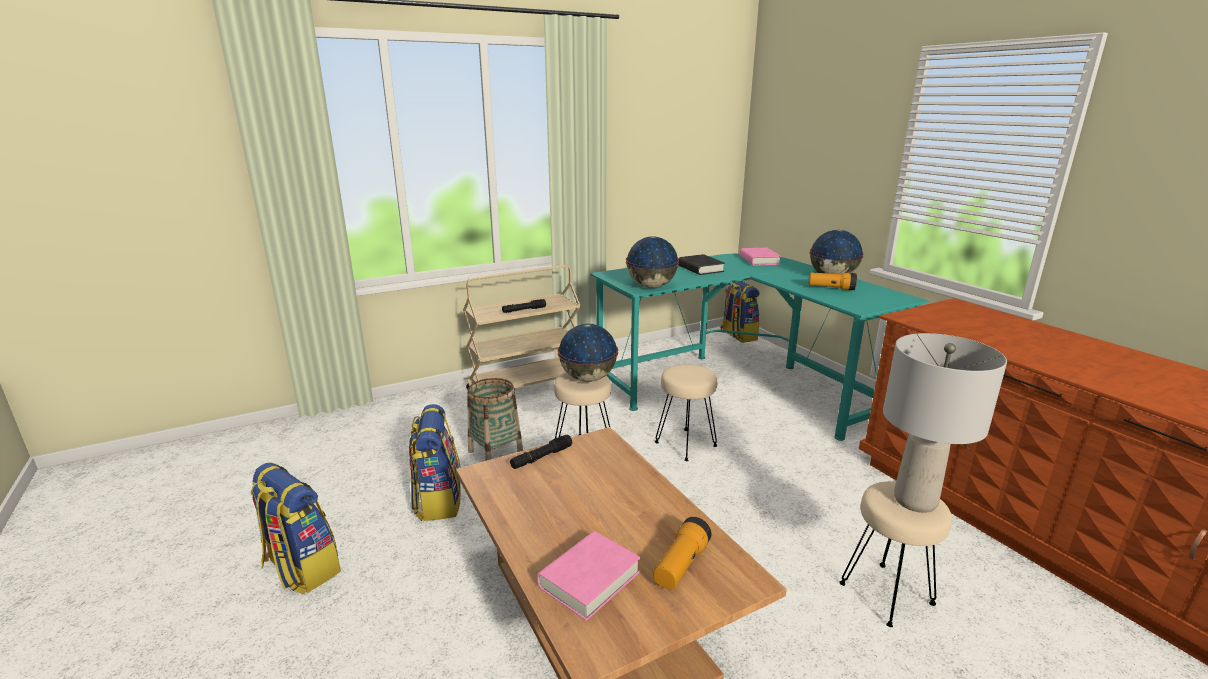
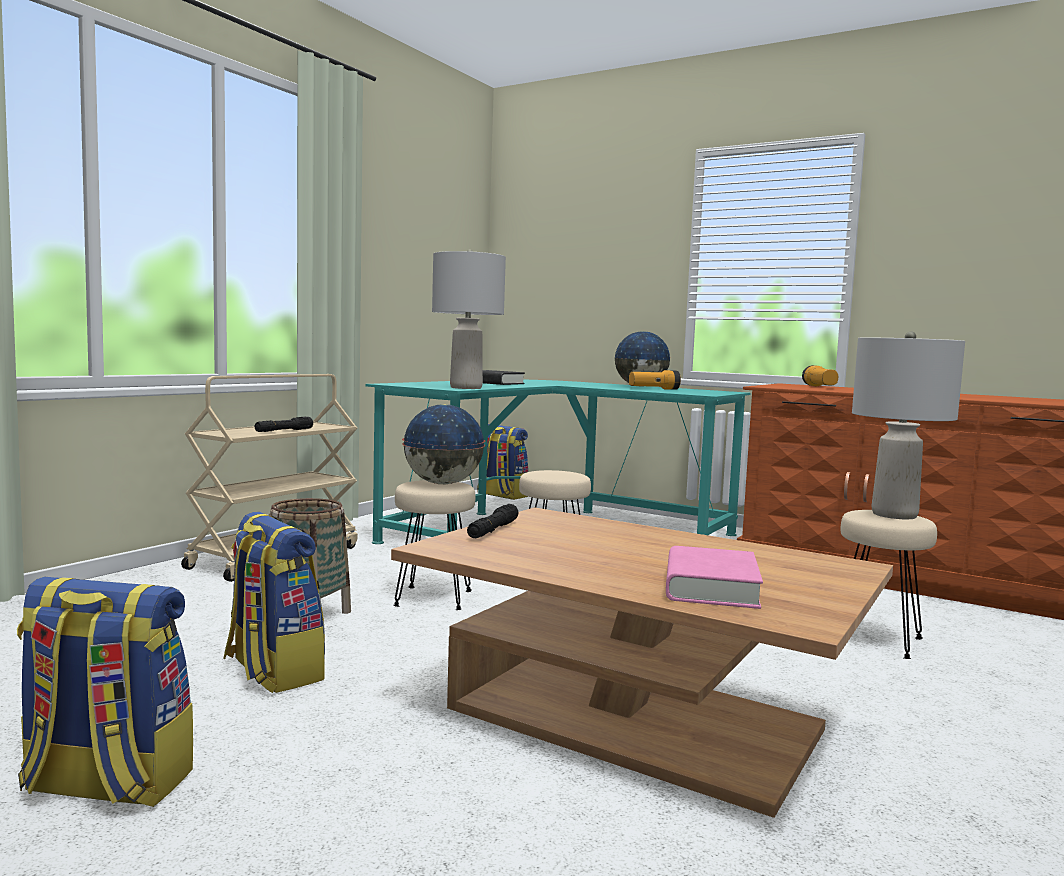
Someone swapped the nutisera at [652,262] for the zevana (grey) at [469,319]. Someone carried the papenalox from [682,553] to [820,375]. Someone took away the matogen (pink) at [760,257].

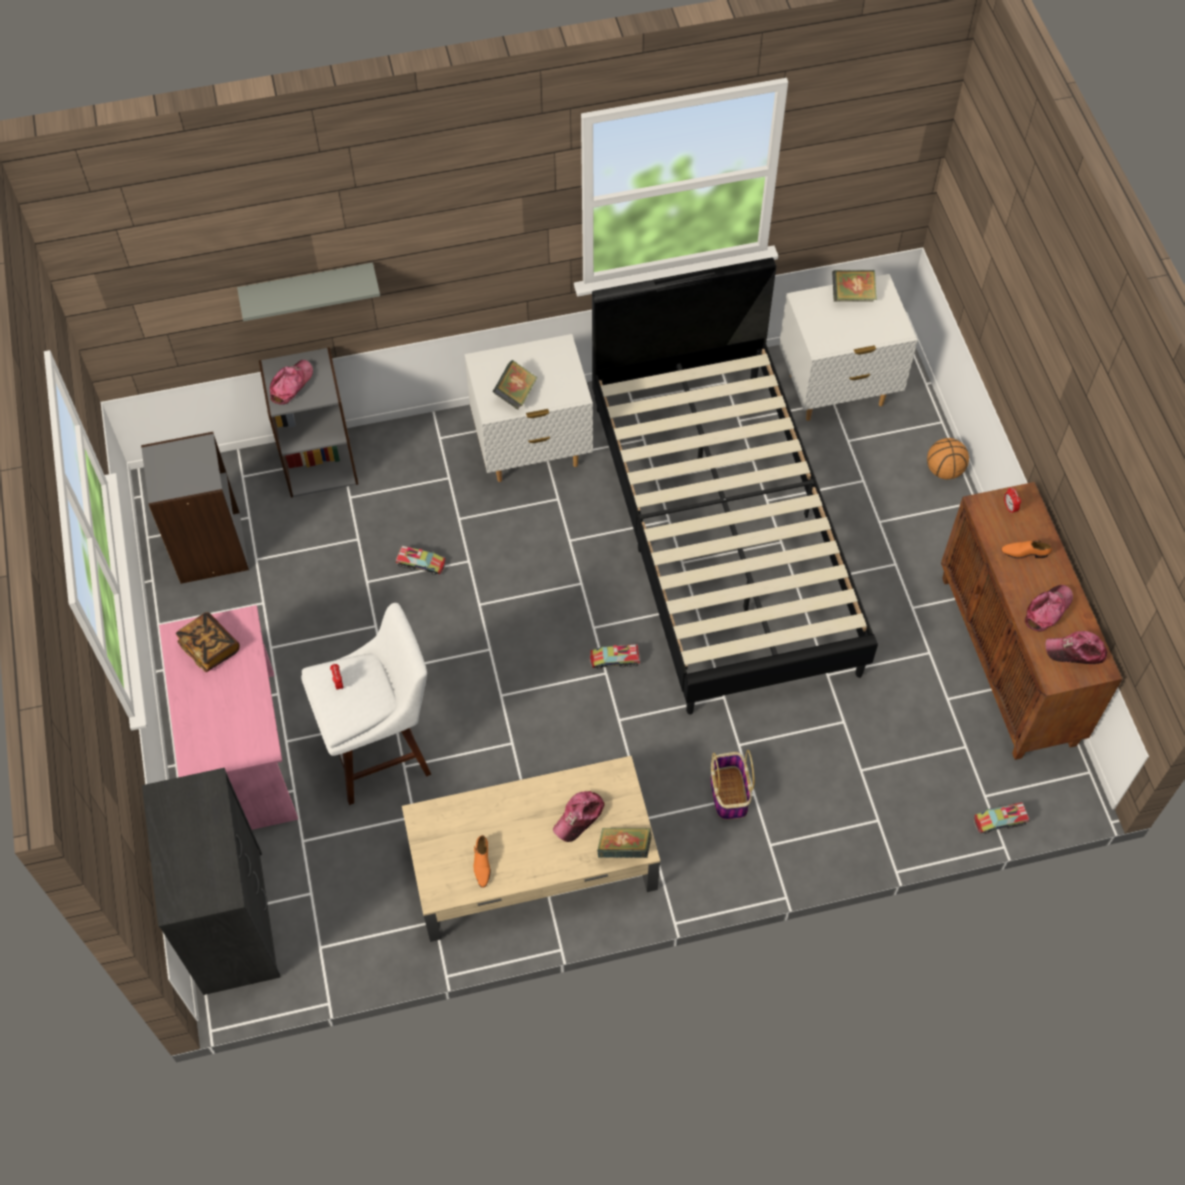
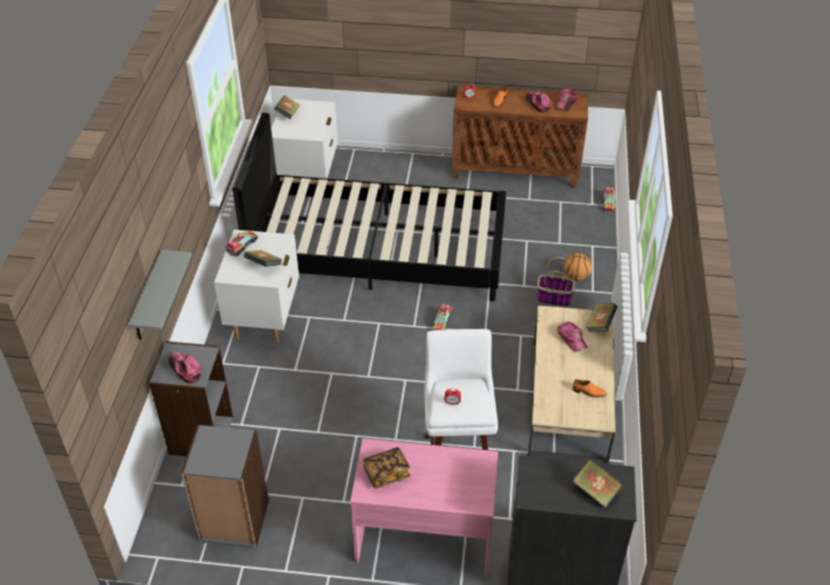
Someone carried the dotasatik from [420,560] to [242,243]. Someone carried the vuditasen from [948,458] to [578,267]. Someone put down the matogen at [597,483].

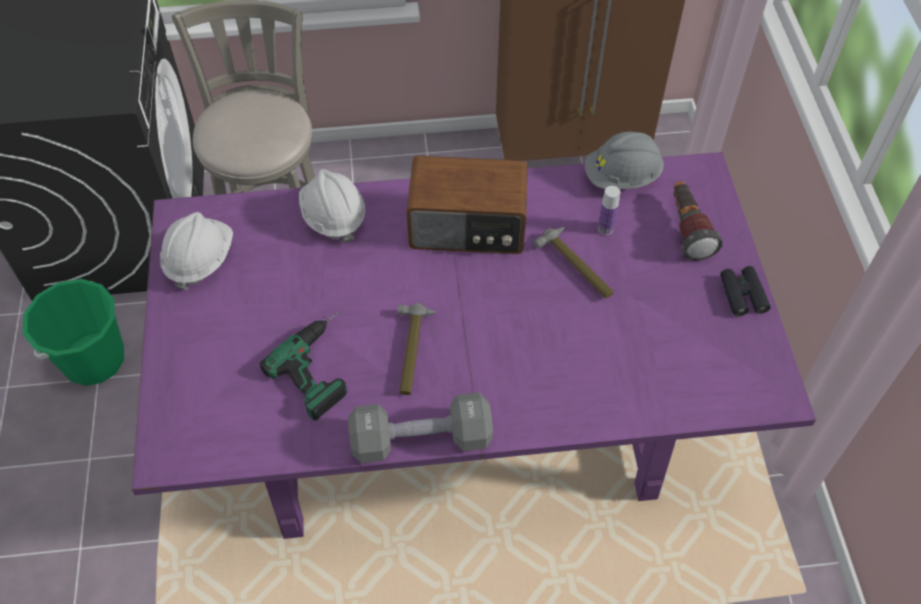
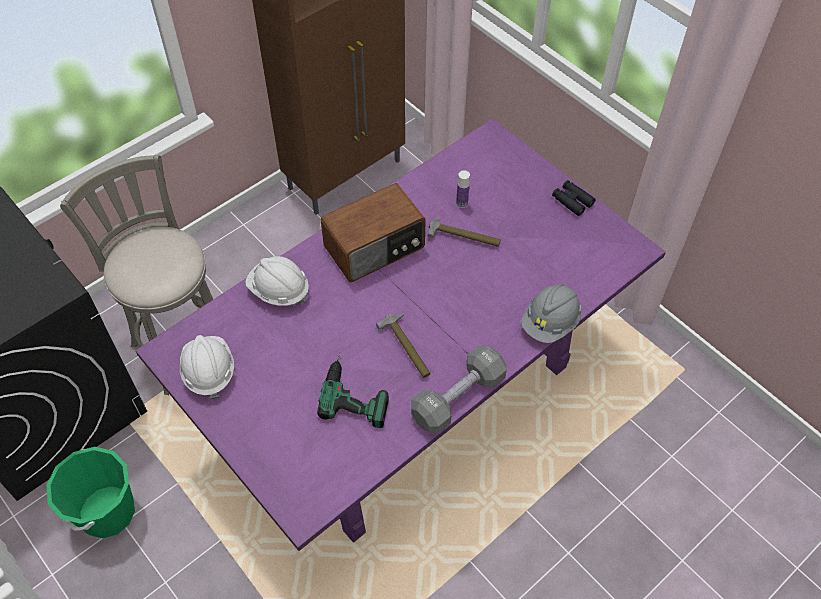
Someone carried the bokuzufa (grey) from [624,160] to [551,313]. Someone took away the papenalox at [698,221].

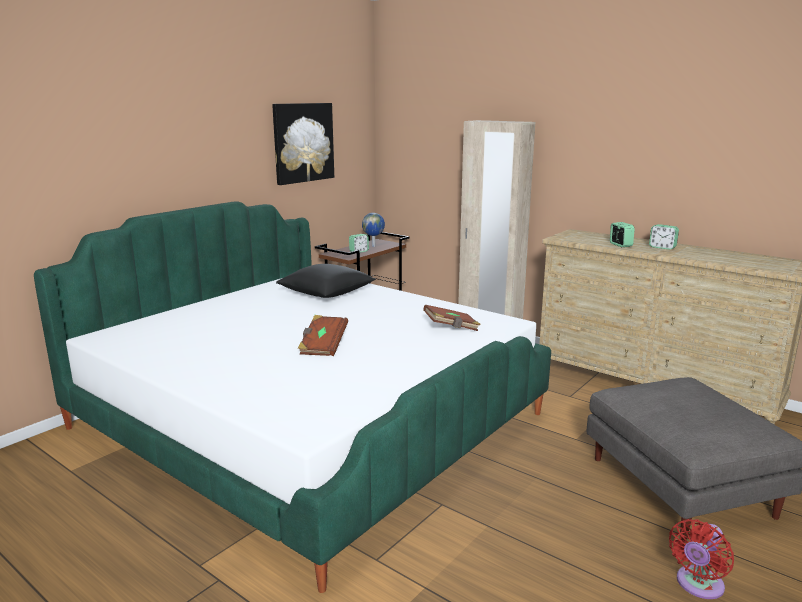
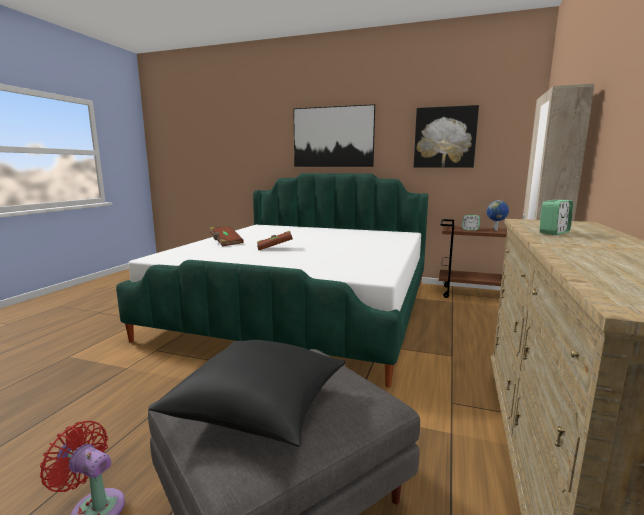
Someone carried the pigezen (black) from [326,281] to [247,393]. Someone carried the matogen (brown) from [452,318] to [227,236]. Someone put up the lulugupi at [334,135]. Someone took away the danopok at [664,237].

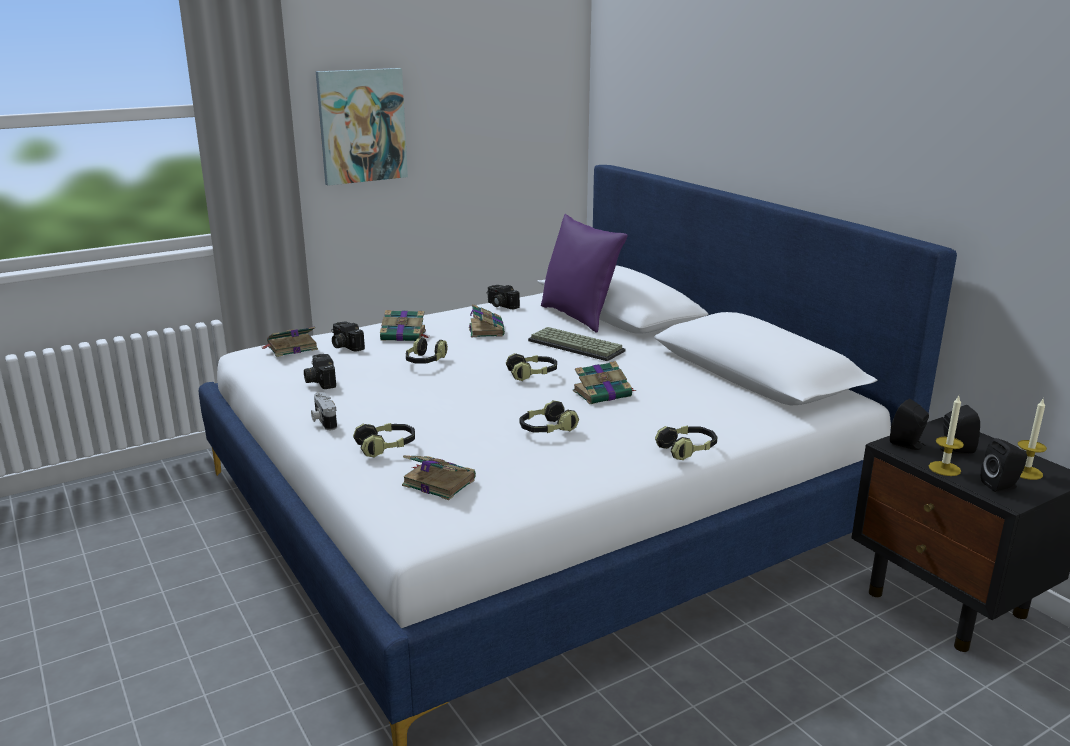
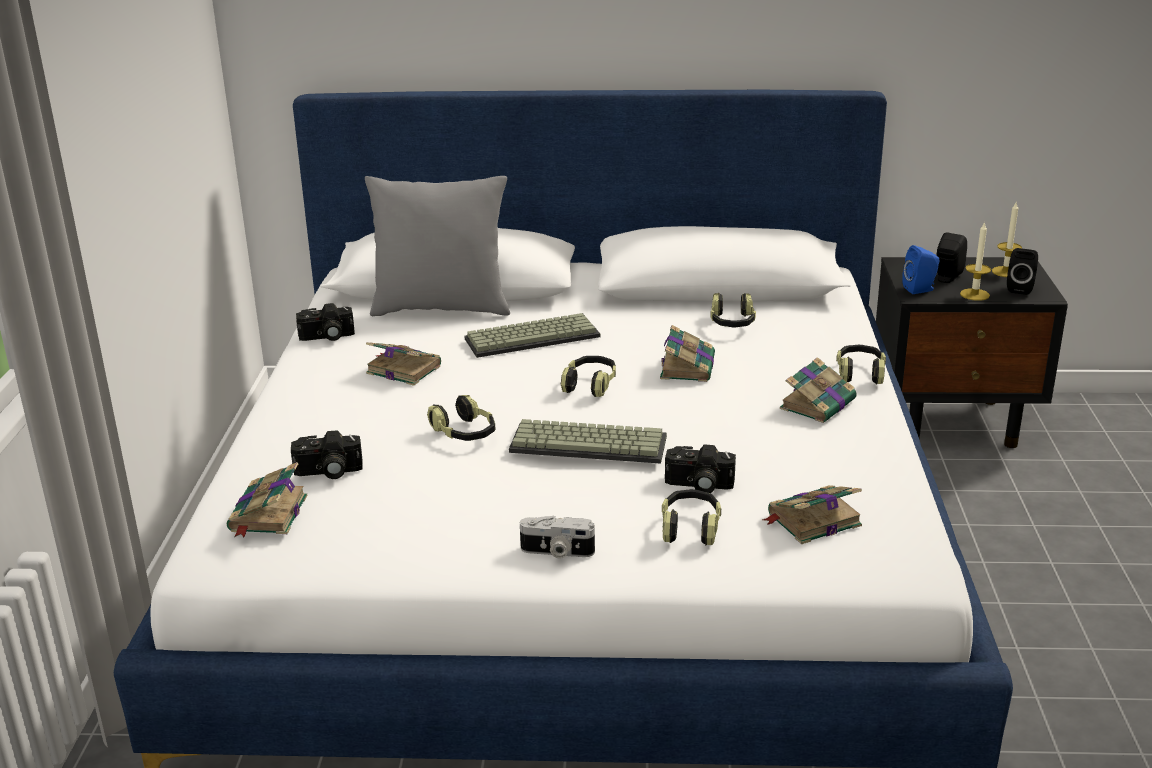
Someone repainted the pigezen (purple) at [584,273], which became the pigezen (grey) at [437,246]. Someone put down the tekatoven at [588,441]. Someone carried the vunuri from [320,371] to [700,468]. Someone carried the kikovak from [549,416] to [733,310]. Someone carried the matogen from [404,325] to [818,390]. Someone repainted the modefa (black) at [909,424], which became the modefa (blue) at [921,269]. Someone took away the lulugupi at [362,127].

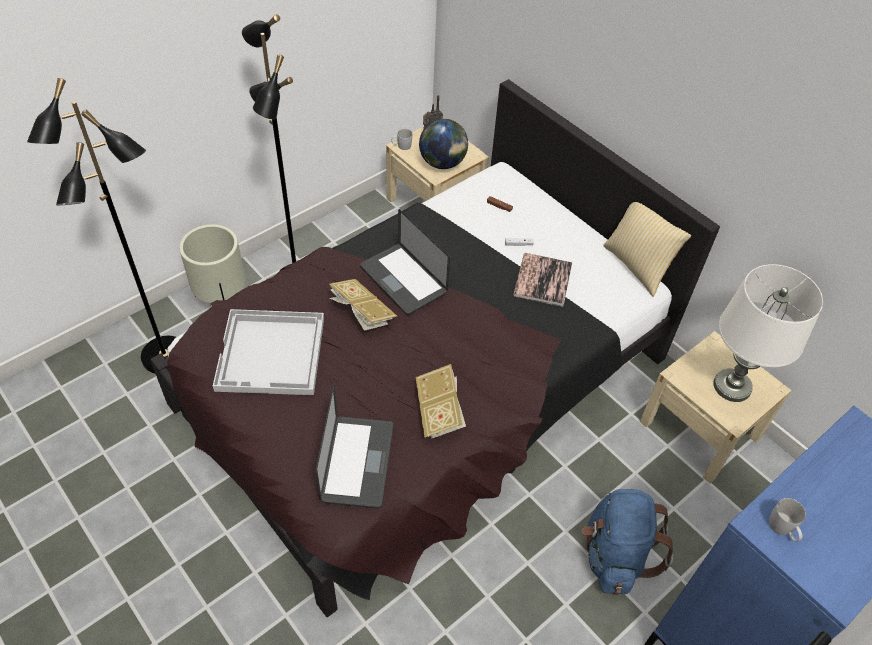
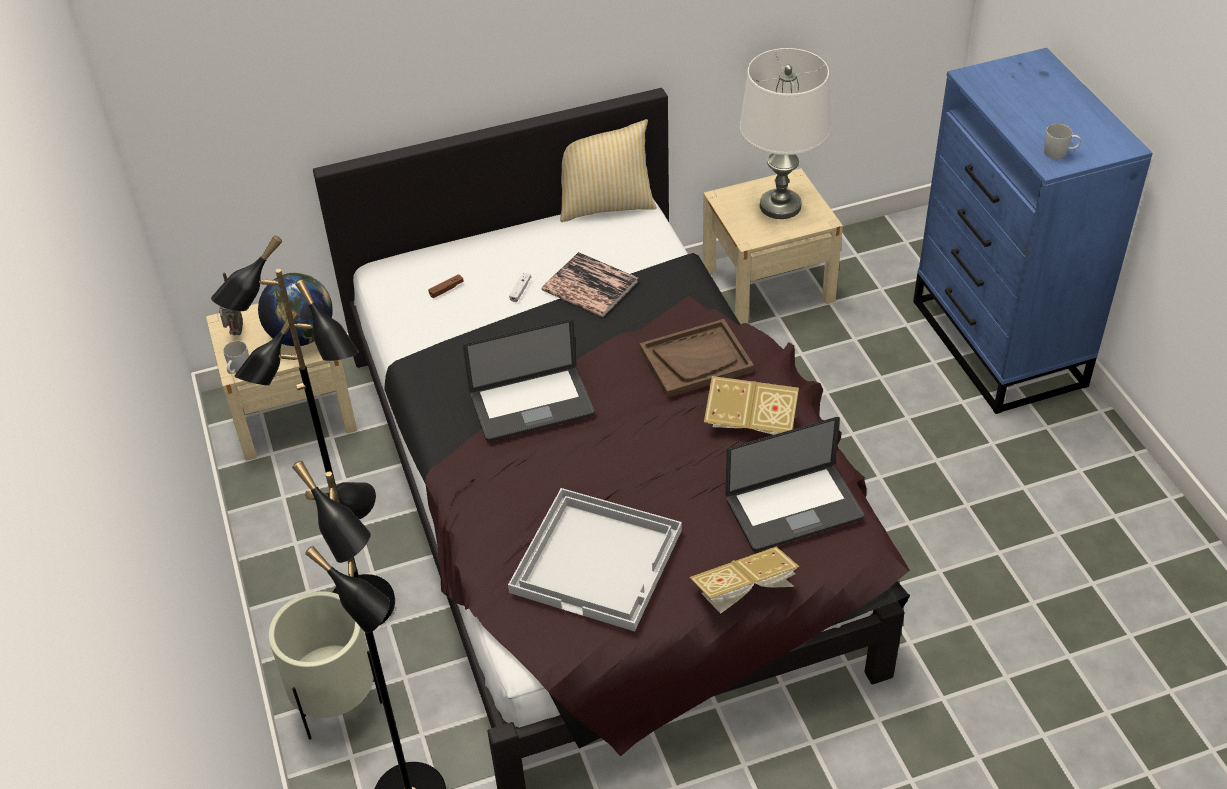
Someone put down the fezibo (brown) at [697,358]. Someone carried the matogen from [363,305] to [744,580]. Someone rotated the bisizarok at [354,447] by 135 degrees clockwise. Someone took away the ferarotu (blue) at [627,542].

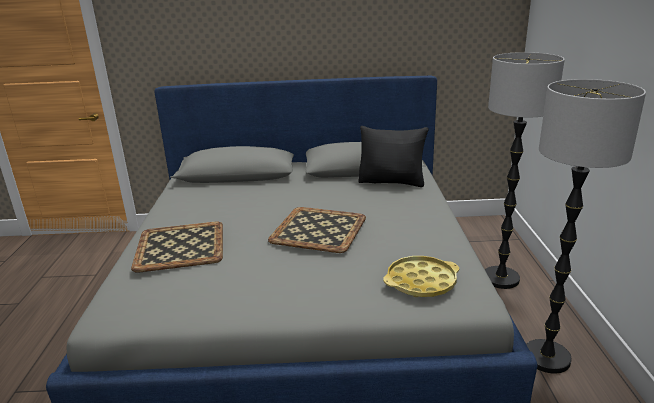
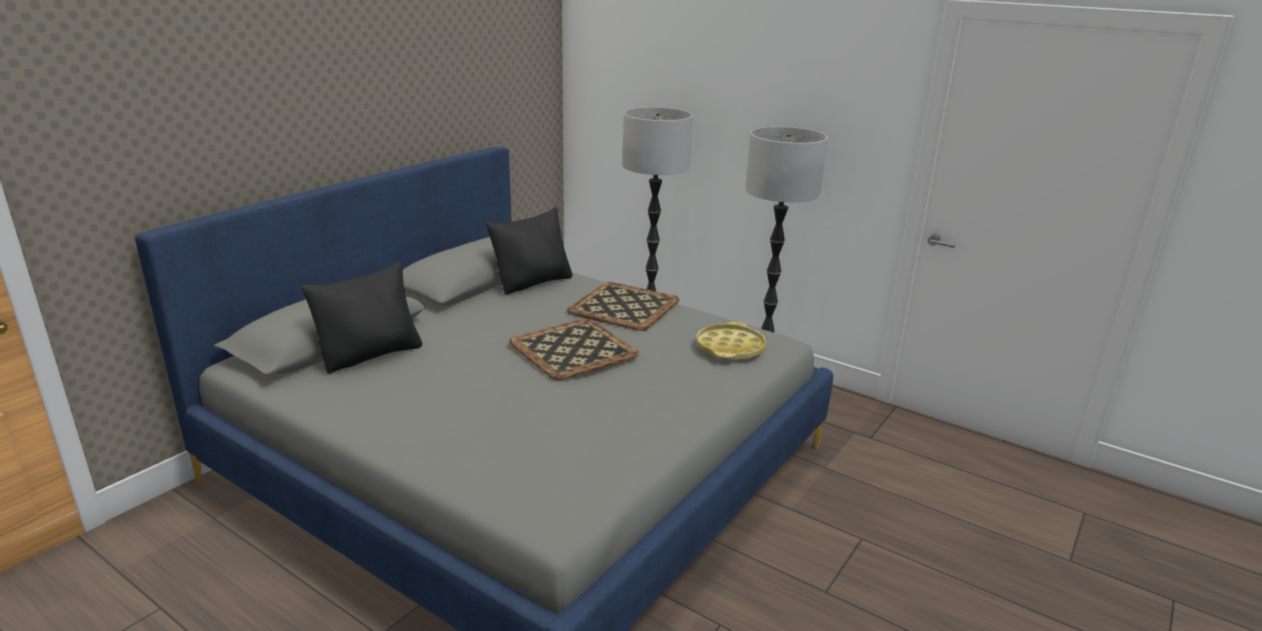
Someone put down the pigezen (black) at [361,318]. Someone carried the fezibo from [177,247] to [623,306].

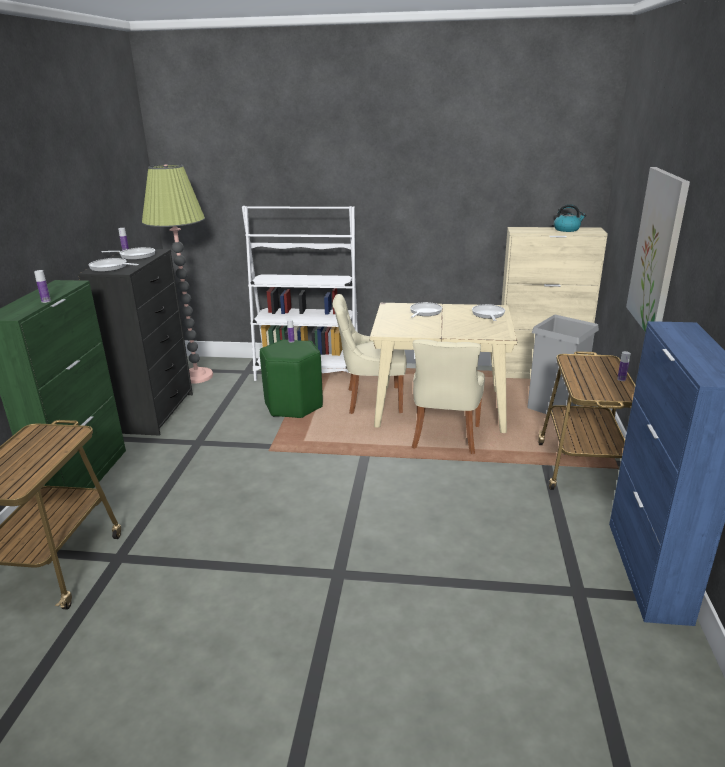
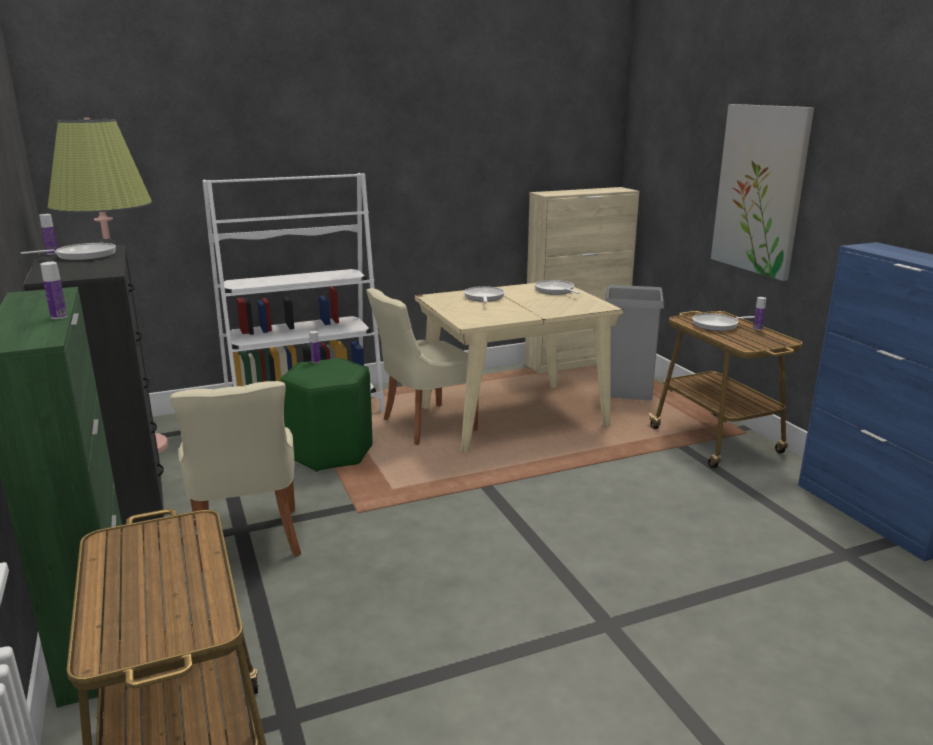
Someone carried the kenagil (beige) from [448,396] to [235,476]. Someone carried the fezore from [114,265] to [723,322]. Someone took away the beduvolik at [570,218].

